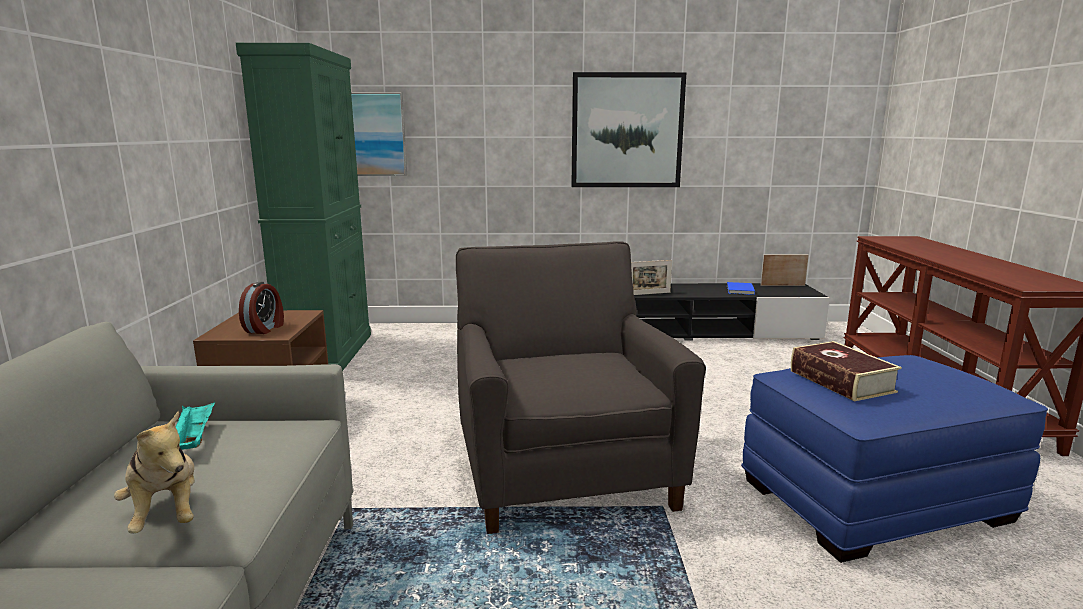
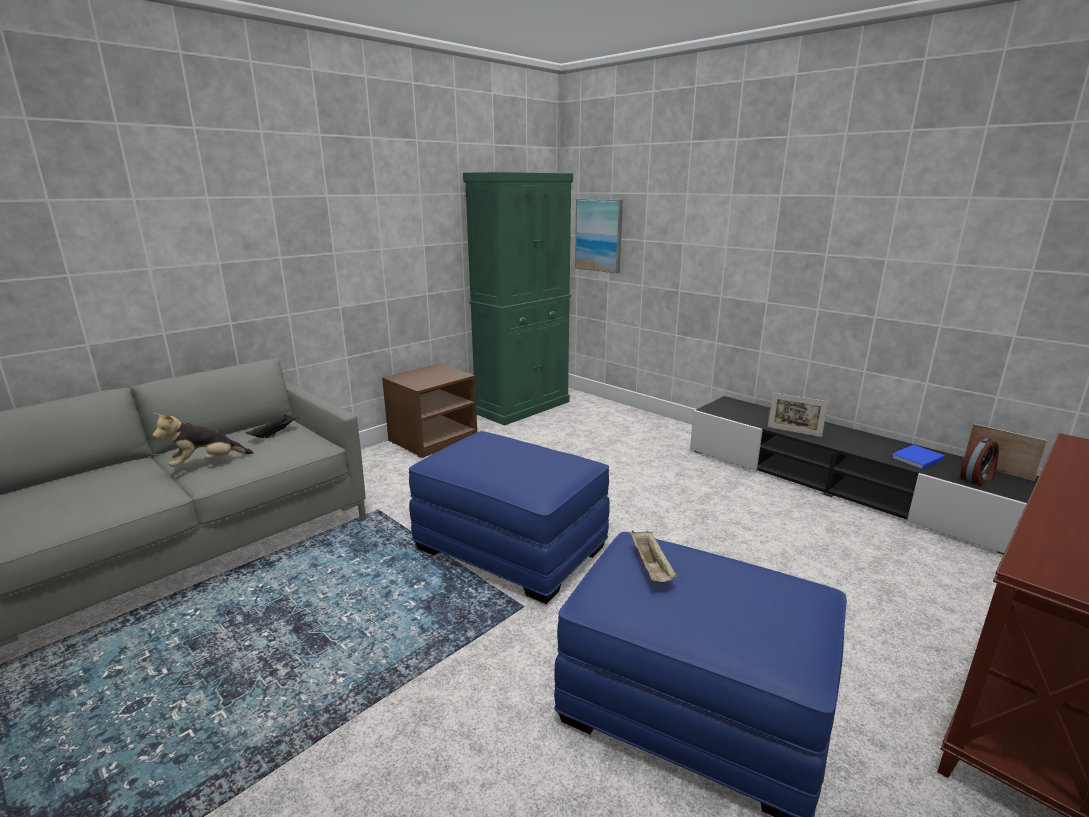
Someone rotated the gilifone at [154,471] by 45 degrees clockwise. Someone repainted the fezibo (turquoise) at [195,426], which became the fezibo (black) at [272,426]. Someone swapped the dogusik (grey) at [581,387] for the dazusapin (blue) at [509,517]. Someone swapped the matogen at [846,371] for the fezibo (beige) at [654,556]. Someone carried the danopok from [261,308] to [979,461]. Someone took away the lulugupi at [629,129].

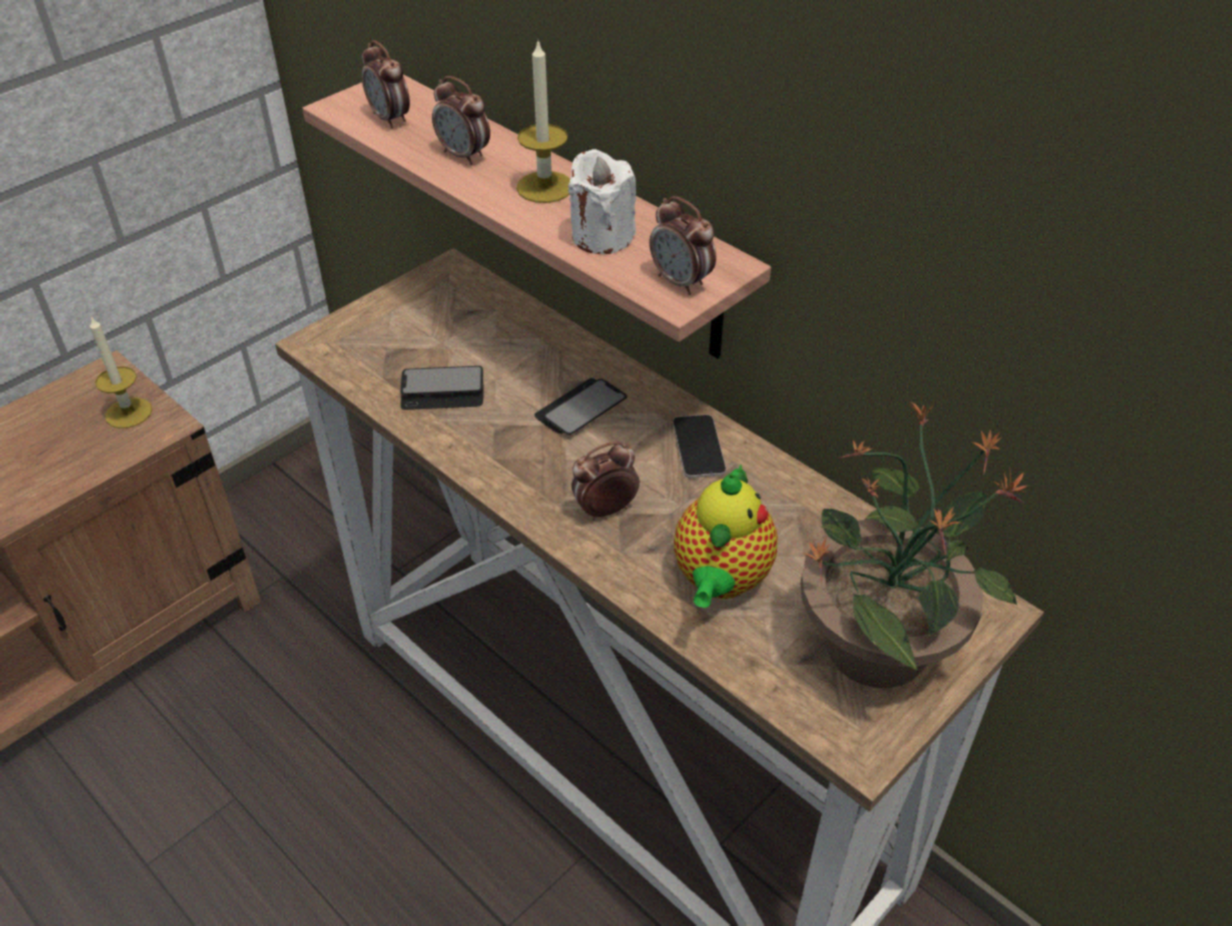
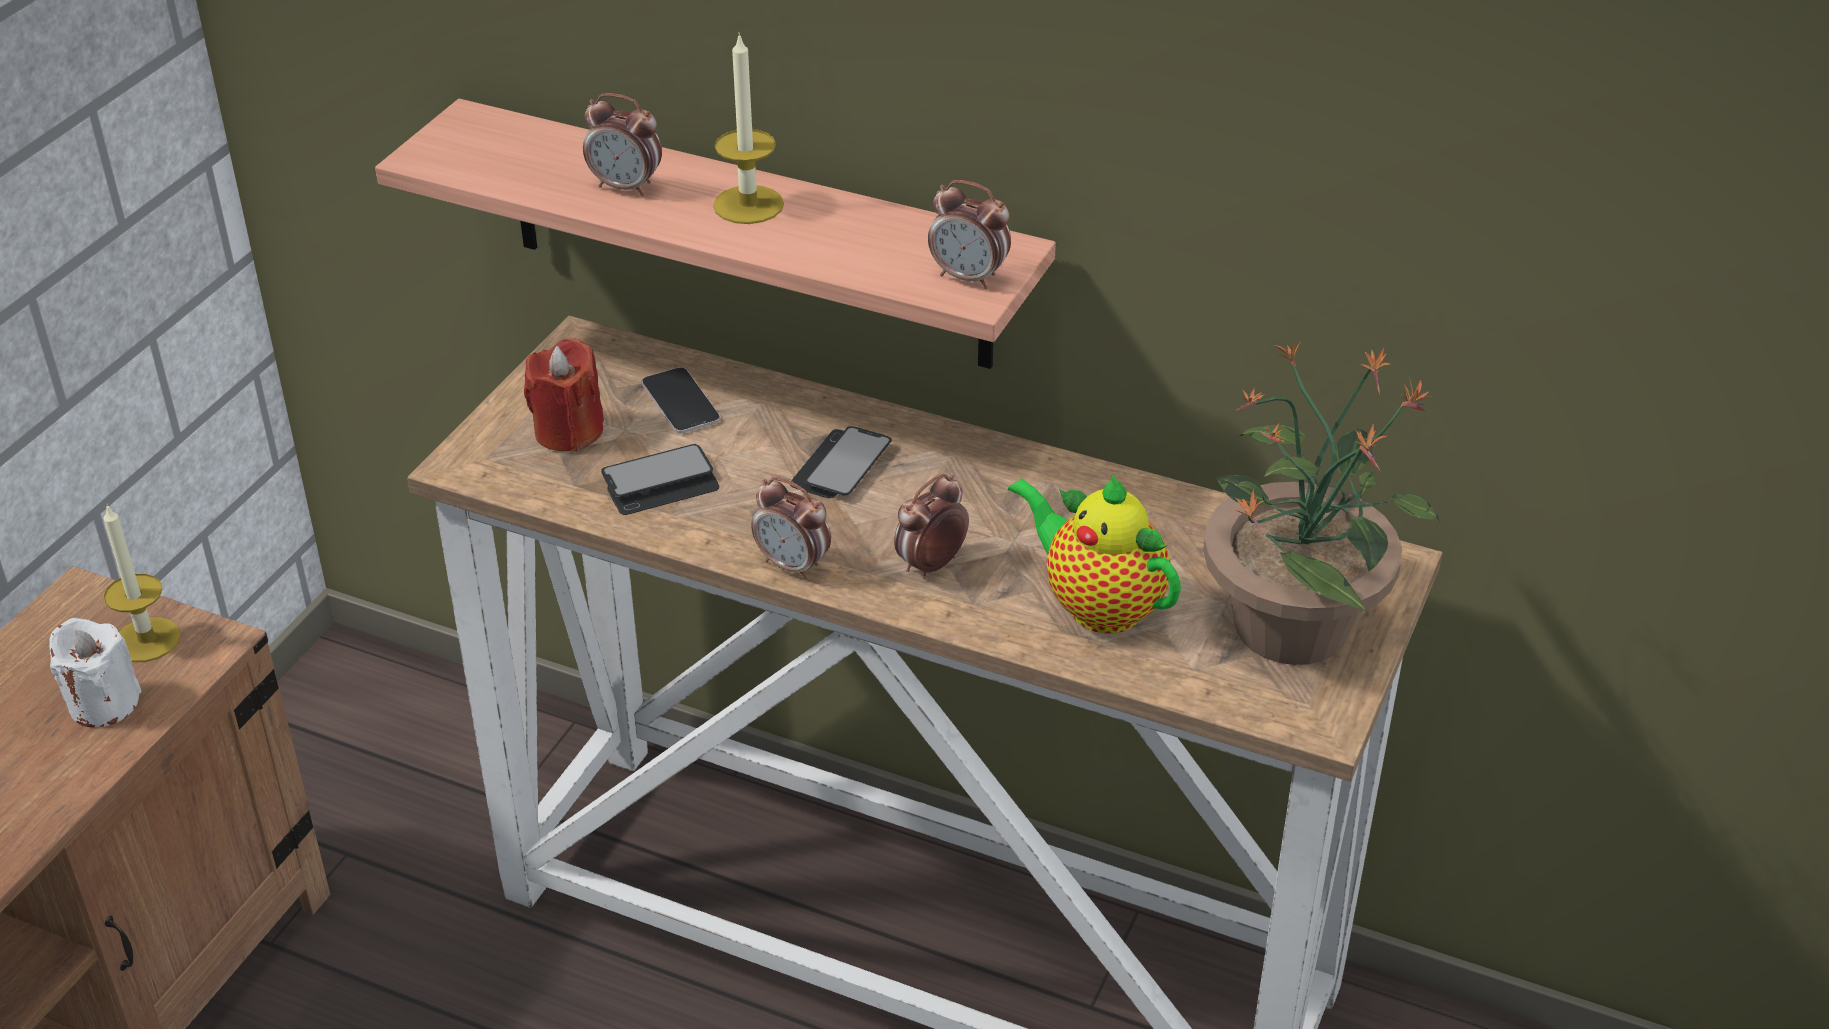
Someone carried the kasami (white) from [602,201] to [95,672]. Someone put down the kasami (red) at [564,395]. Someone carried the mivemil from [699,446] to [681,400]. Someone carried the danopok from [386,84] to [791,528]. Someone rotated the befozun at [726,536] by 135 degrees clockwise.

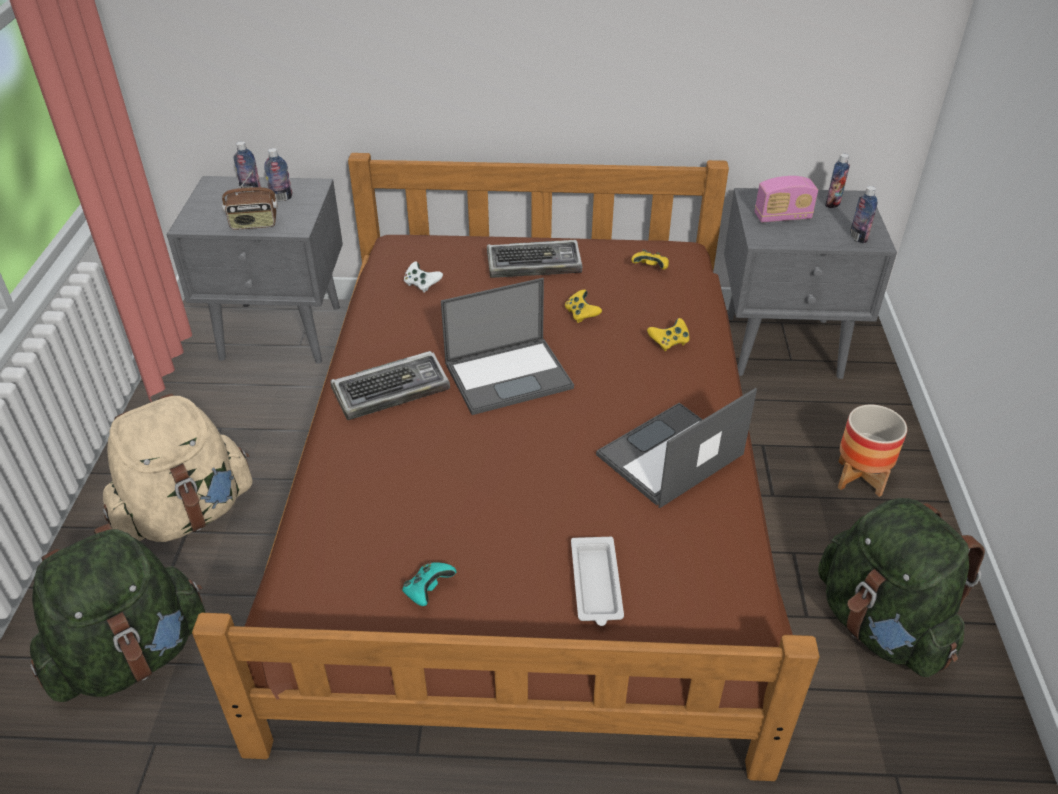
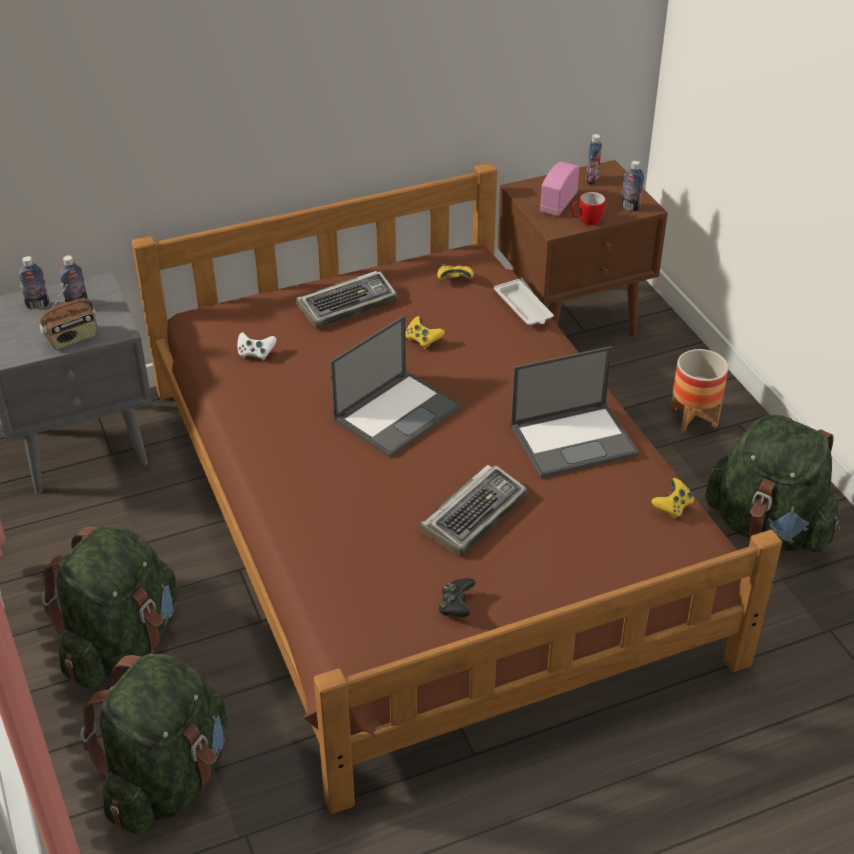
Someone repainted the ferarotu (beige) at [178,467], which became the ferarotu (green) at [109,606]. Someone carried the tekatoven from [390,385] to [473,510]. Someone repainted the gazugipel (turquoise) at [429,584], which became the gazugipel (black) at [457,597]. Someone carried the fezibo (white) from [597,581] to [524,302]. Someone repainted the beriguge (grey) at [810,283], which became the beriguge (brown) at [583,248]. Someone rotated the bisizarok at [676,448] by 135 degrees counterclockwise. Someone rotated the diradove at [786,199] by 150 degrees clockwise. Someone put down the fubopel at [588,208]. Someone carried the gazugipel (yellow) from [668,334] to [672,498].

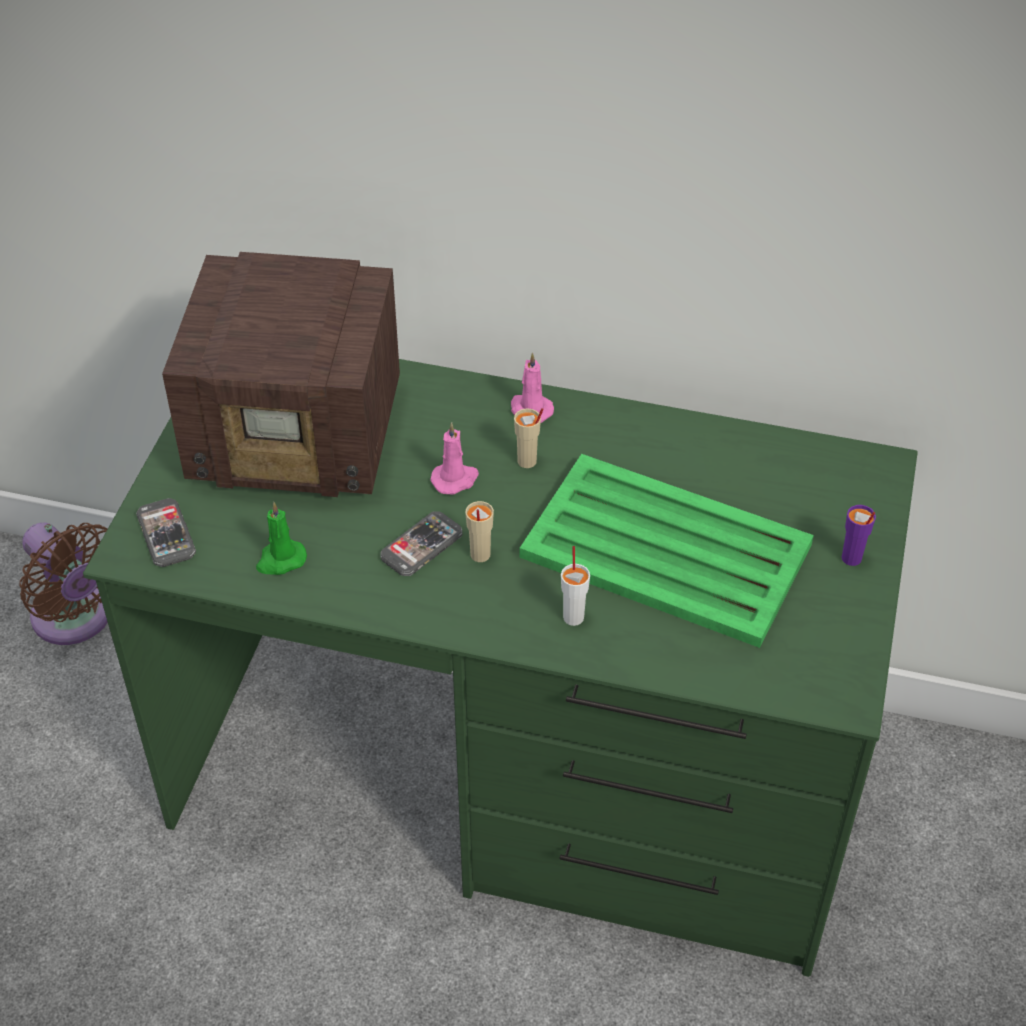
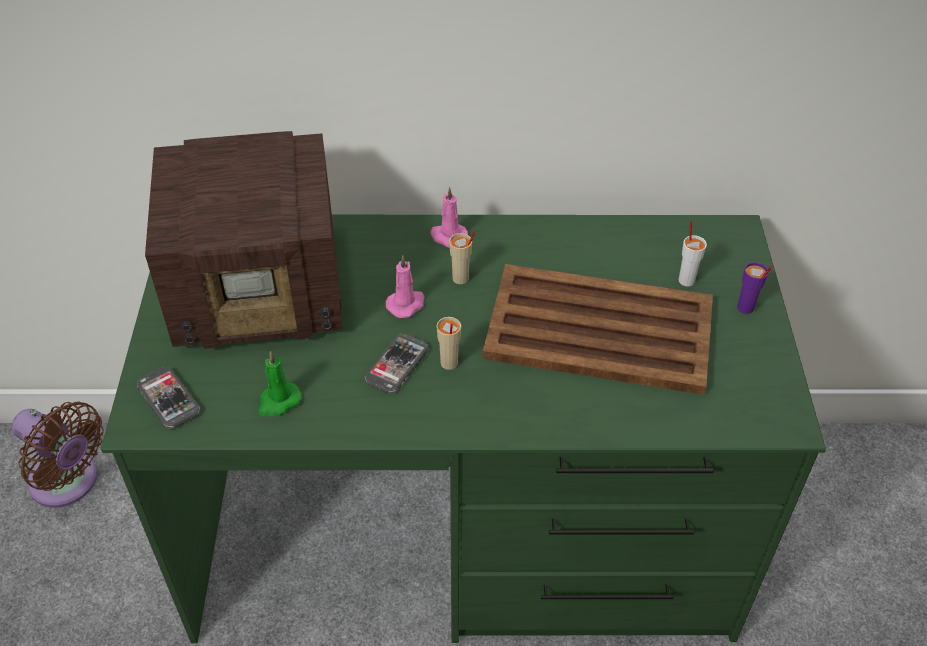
Someone repainted the fezibo (green) at [667,551], which became the fezibo (brown) at [598,329]. Someone carried the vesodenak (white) from [575,586] to [693,253].

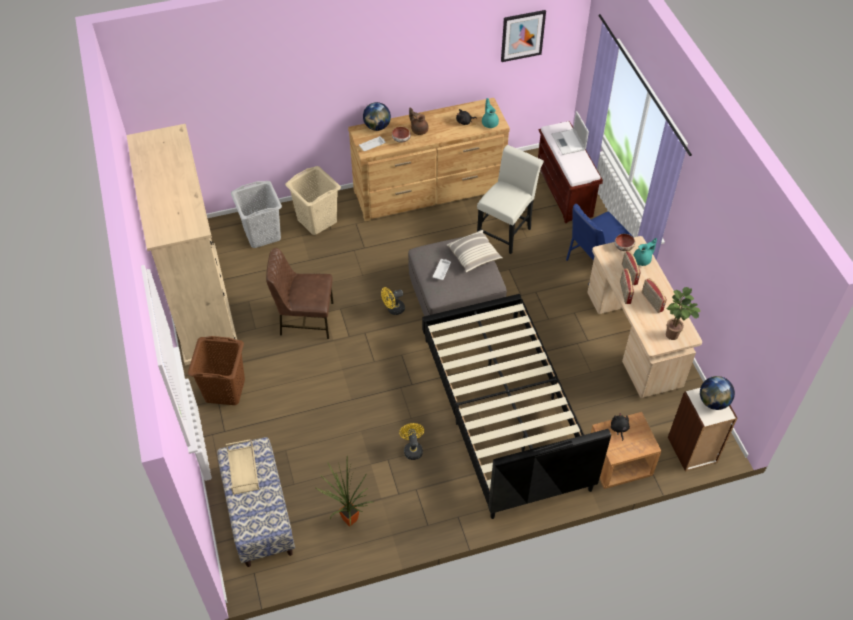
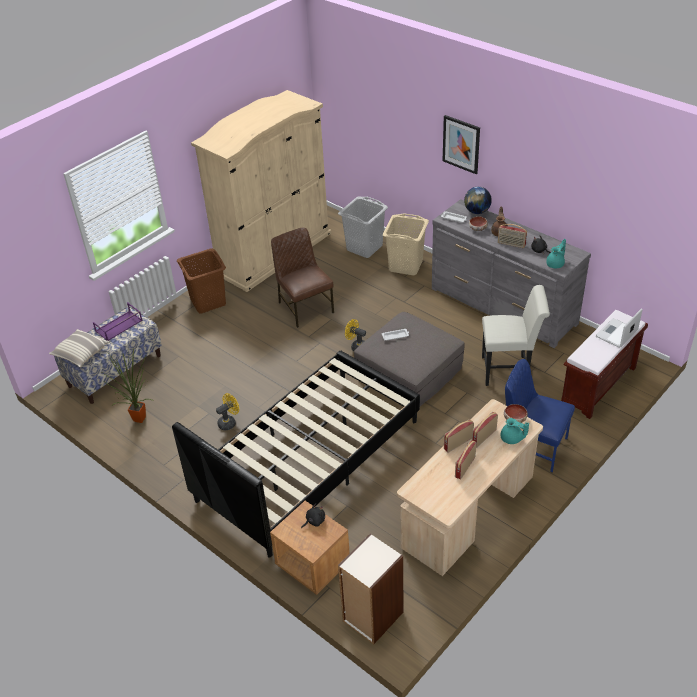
Someone carried the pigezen from [475,251] to [79,348]. Someone repainted the fezibo (beige) at [242,467], which became the fezibo (purple) at [118,321]. Someone repainted the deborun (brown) at [429,159], which became the deborun (grey) at [511,273]. Someone carried the lulugupi from [523,36] to [461,144]. Someone put down the diradove at [512,236]. Someone took away the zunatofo at [683,313]. Someone took away the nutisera at [717,393].

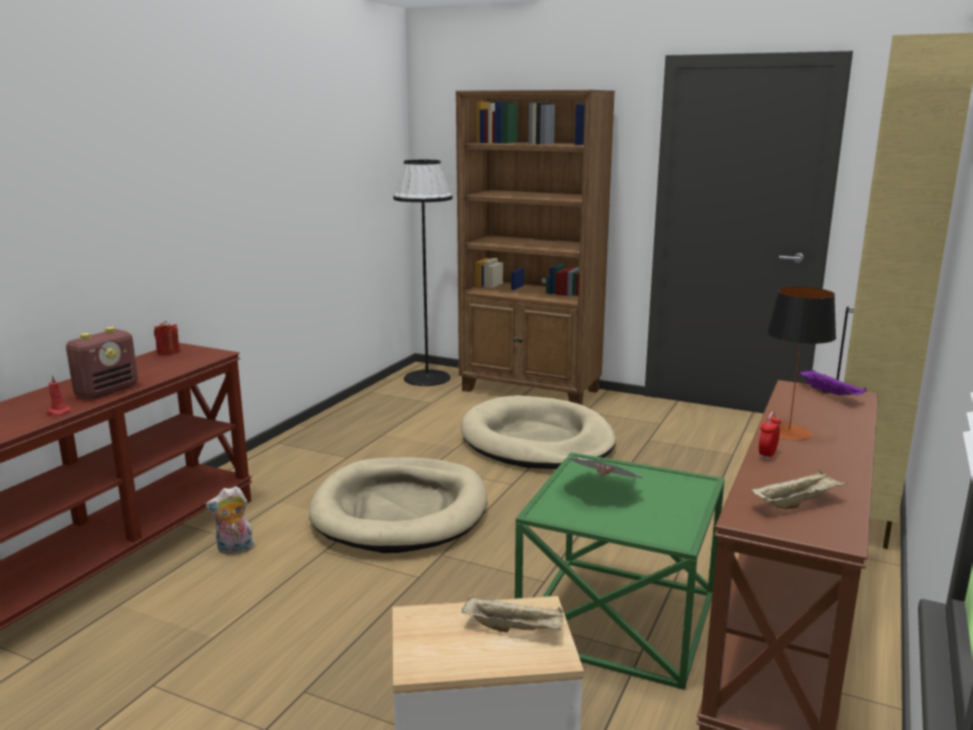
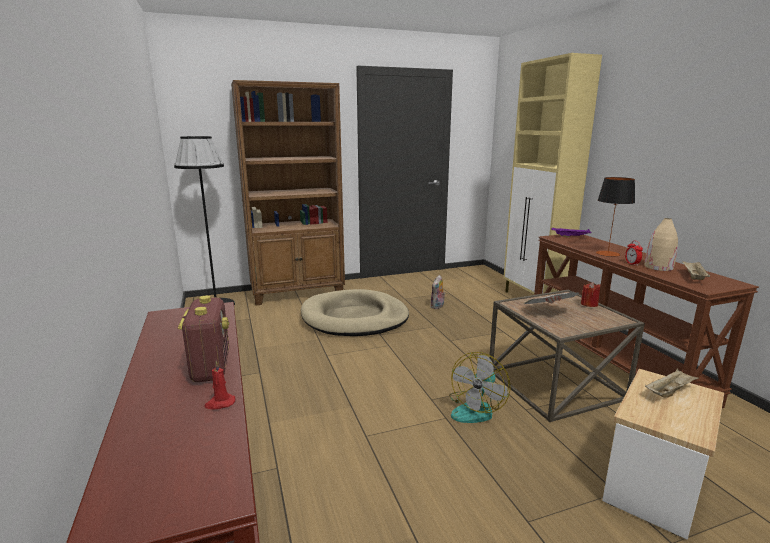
Someone carried the gilifone from [230,520] to [438,292]. Someone put down the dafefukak at [480,387]. Someone repainted the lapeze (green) at [620,571], which became the lapeze (brown) at [567,356]. Someone carried the kasami (red) from [167,338] to [591,294]. Someone put down the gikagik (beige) at [661,244]. Someone took away the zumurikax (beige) at [398,505].

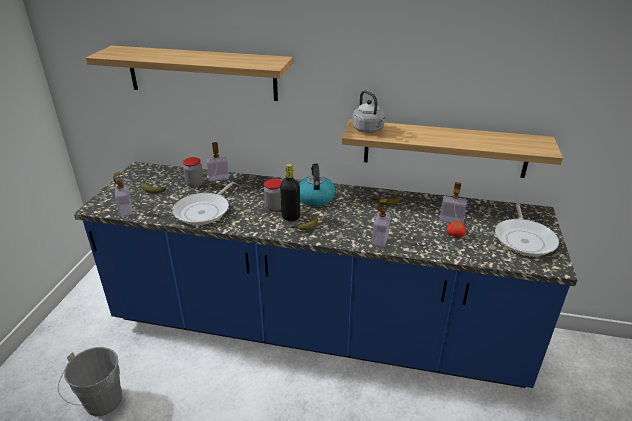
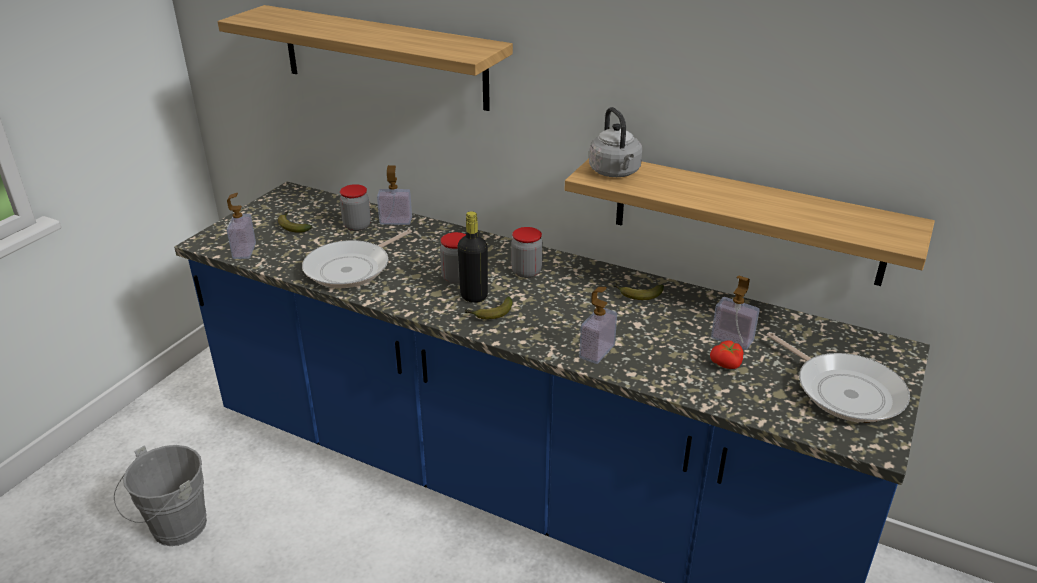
Someone swapped the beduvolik at [317,185] for the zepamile at [527,252]. Someone rotated the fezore at [527,229] by 60 degrees counterclockwise.

